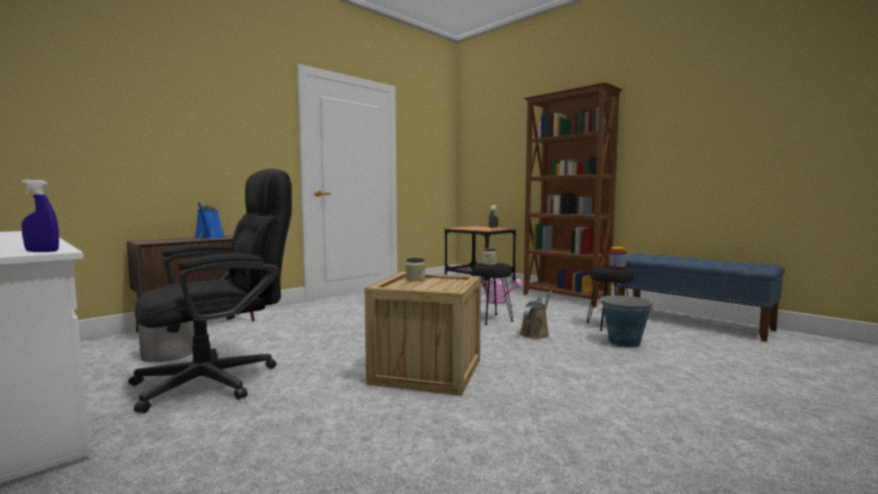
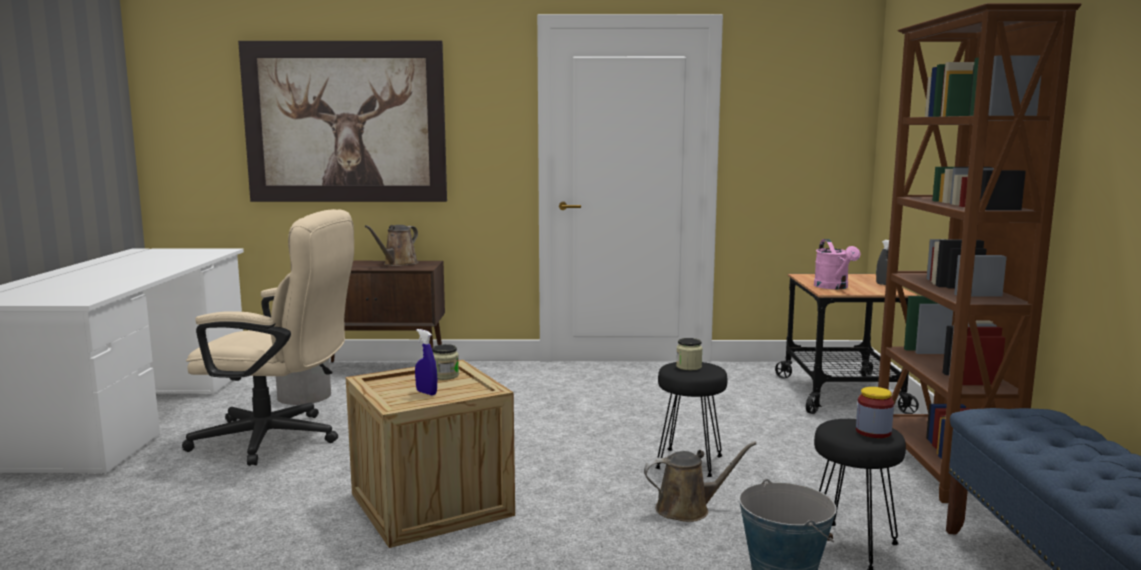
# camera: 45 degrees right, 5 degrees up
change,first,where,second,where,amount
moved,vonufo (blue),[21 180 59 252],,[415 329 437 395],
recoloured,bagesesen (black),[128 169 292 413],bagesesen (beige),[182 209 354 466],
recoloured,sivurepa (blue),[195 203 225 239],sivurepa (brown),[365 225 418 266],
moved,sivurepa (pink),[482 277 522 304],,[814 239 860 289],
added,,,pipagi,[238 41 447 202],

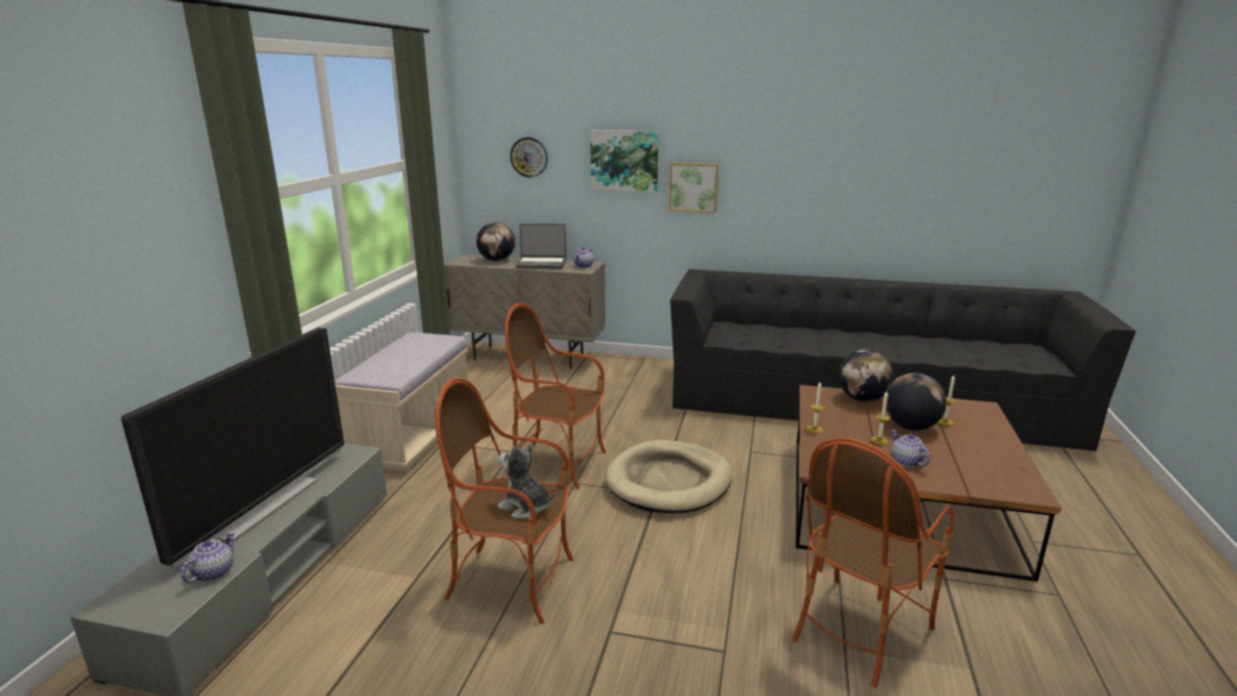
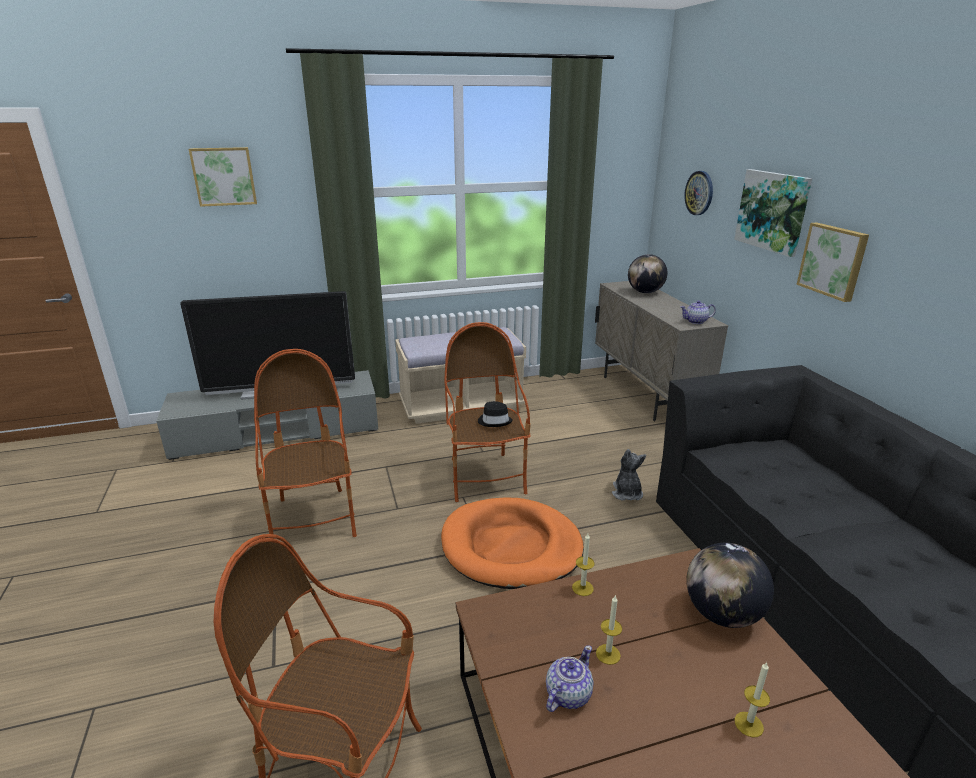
# camera: 60 degrees right, 5 degrees up
change,first,where,second,where,amount
removed,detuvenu,[181 531 235 583],,,
moved,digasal,[497 443 555 519],,[612 449 646 500],
removed,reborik,[515 224 566 269],,,
recoloured,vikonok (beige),[605 440 732 513],vikonok (orange),[441 498 584 589],
removed,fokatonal,[886 373 947 431],,,
added,,,pipagi,[189 147 257 207],
added,,,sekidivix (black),[478 401 513 427],

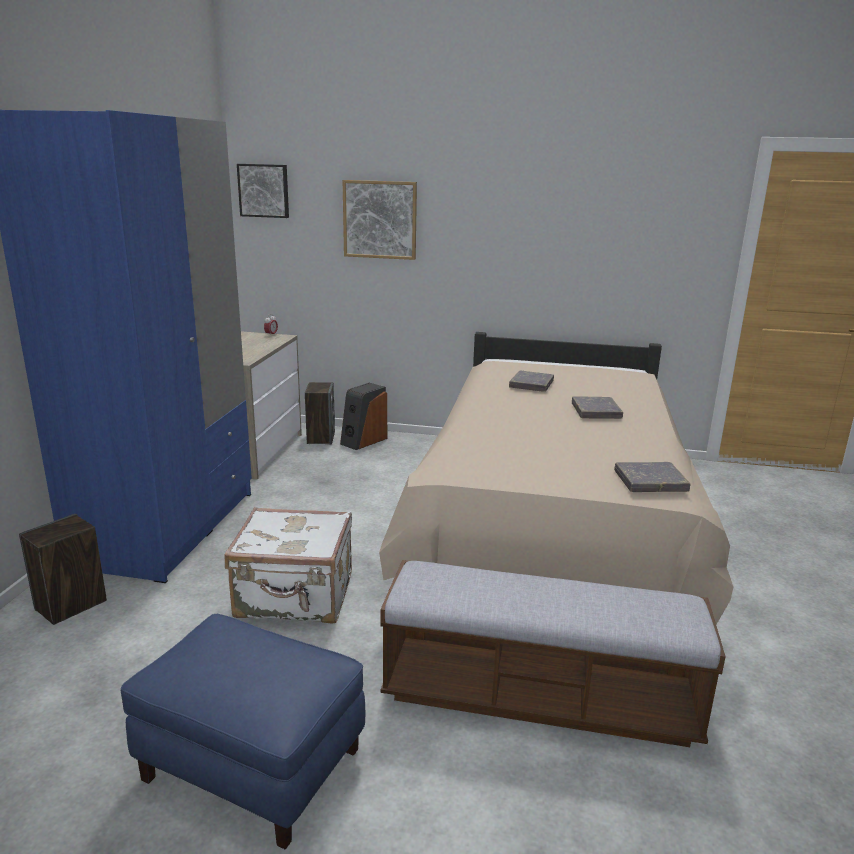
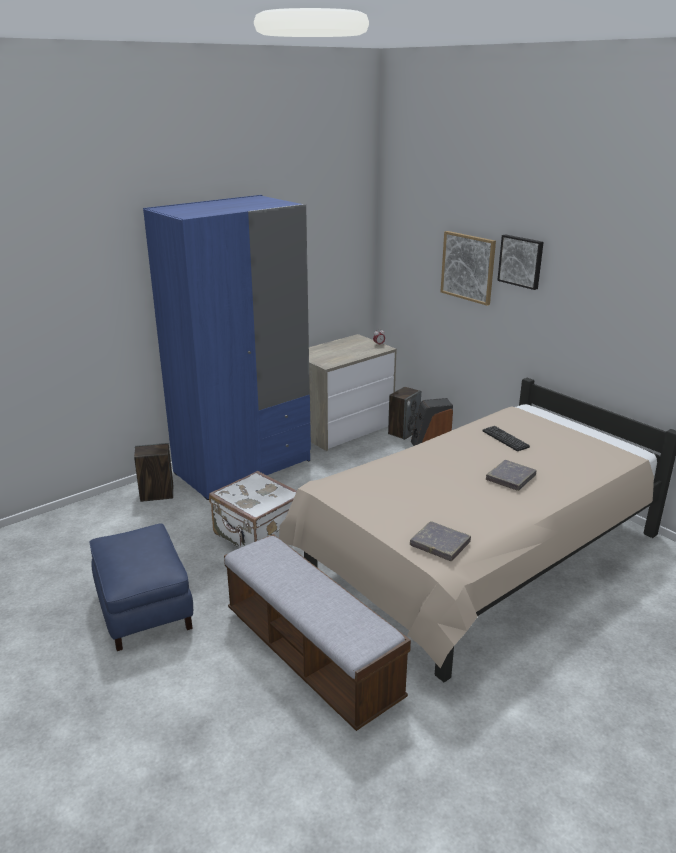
# camera: 40 degrees right, 5 degrees up
change,first,where,second,where,amount
moved,pipagi,[237 164 289 218],,[497 234 544 290],
replaced,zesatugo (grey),[509 371 554 392],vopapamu,[483 426 530 451],

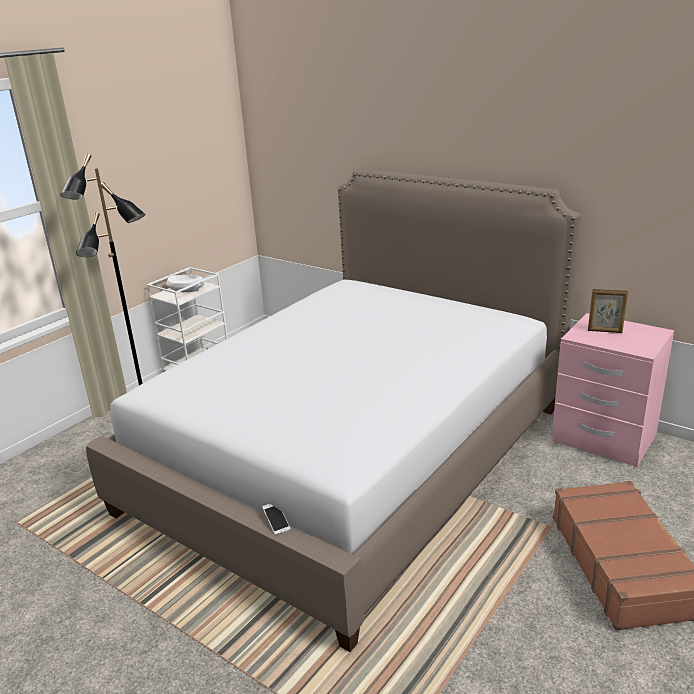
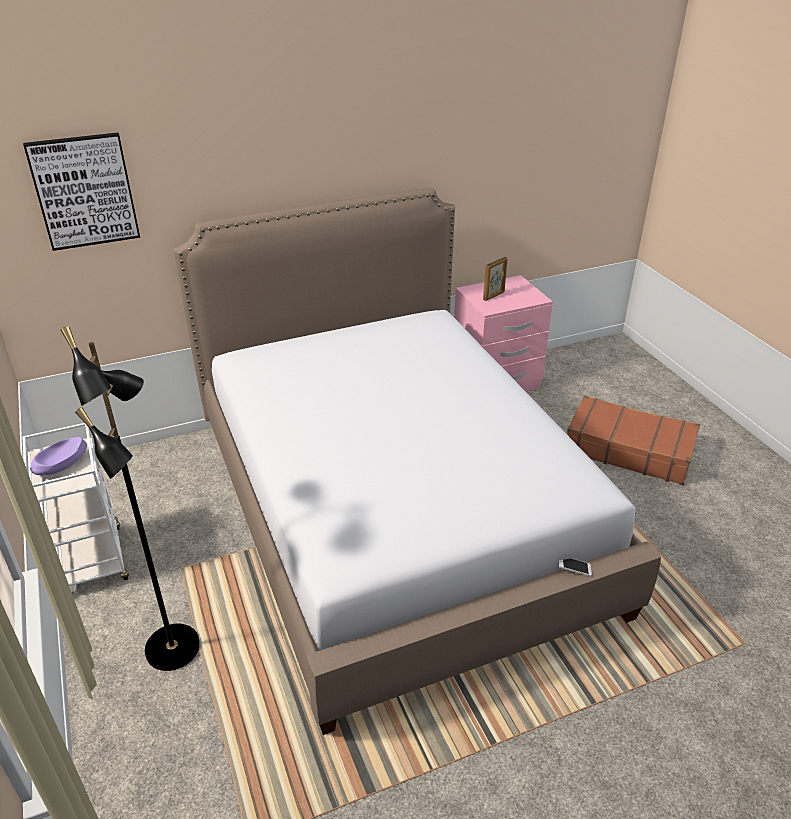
# camera: 60 degrees left, 10 degrees up
change,first,where,second,where,amount
recoloured,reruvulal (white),[166 275 205 292],reruvulal (purple),[30 437 87 476],
added,,,pipagi,[23 132 140 251],

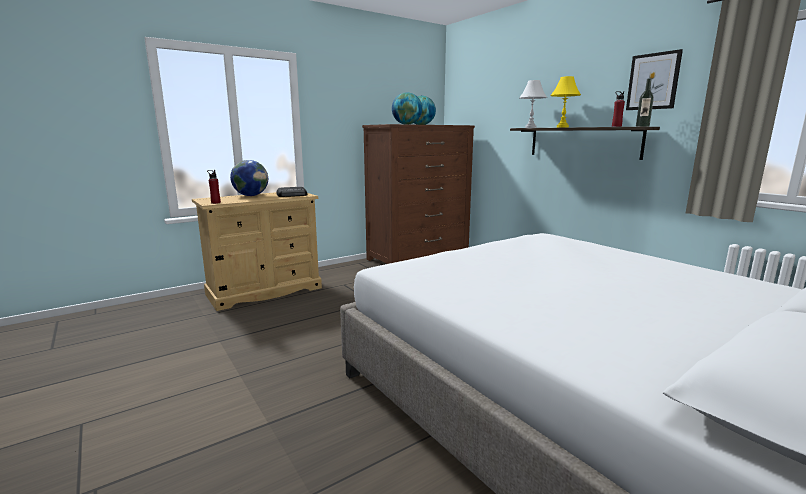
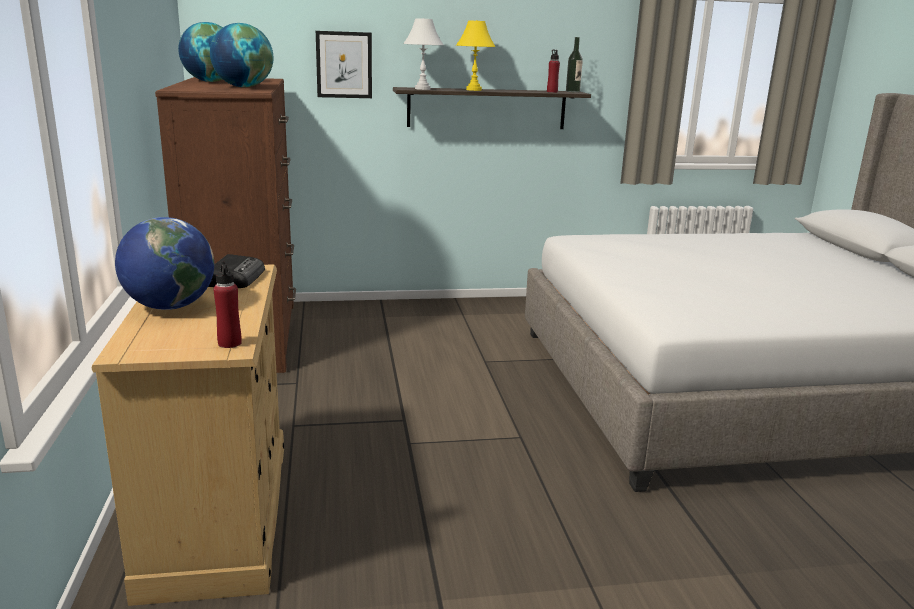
# camera: 65 degrees left, 5 degrees up
change,first,where,second,where,amount
moved,pipagi,[626 49 683 110],,[316 31 372 98],

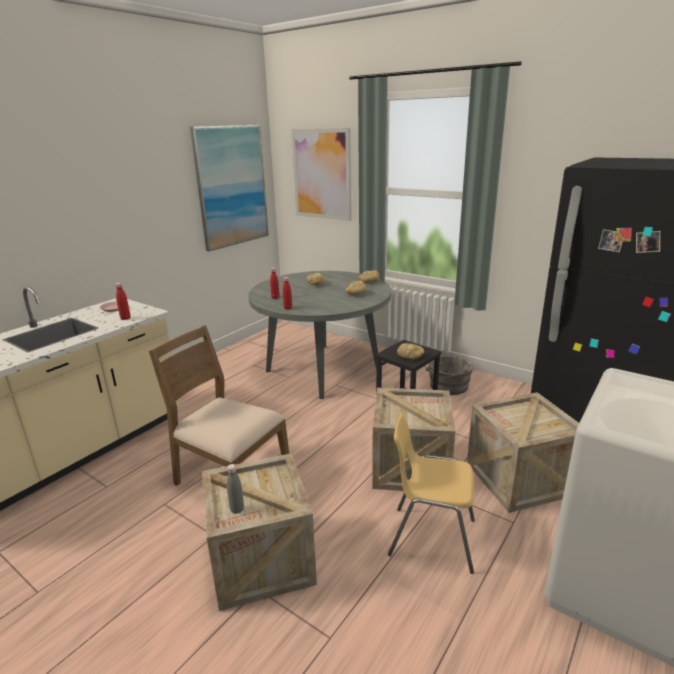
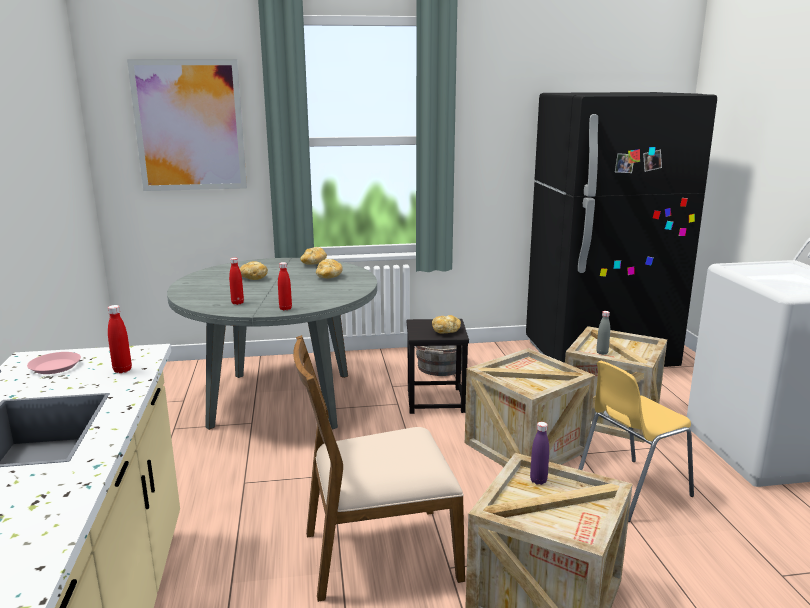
# camera: 45 degrees left, 5 degrees down
change,first,where,second,where,amount
removed,pipagi,[190 125 269 251],,,
moved,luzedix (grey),[227 464 244 514],,[596 311 610 355],
added,,,luzedix (purple),[530 422 549 485],

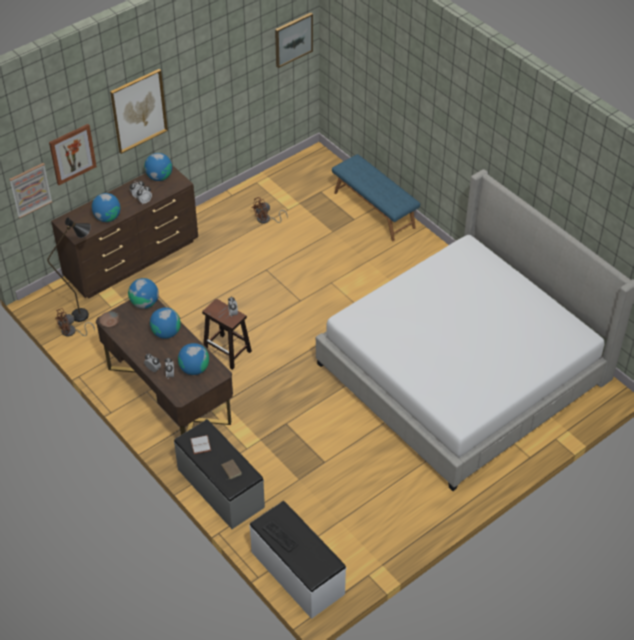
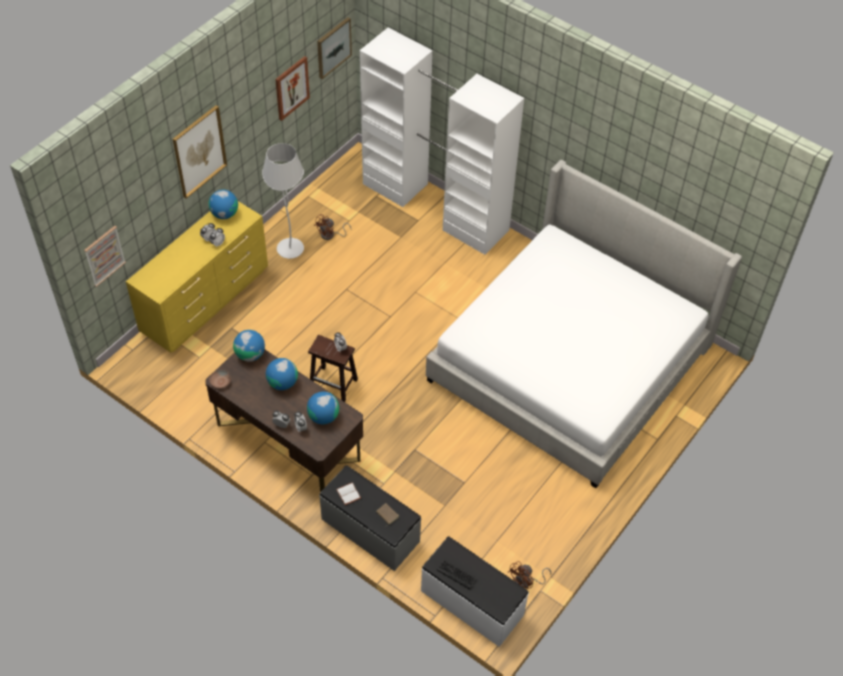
# camera: 15 degrees left, 5 degrees up
change,first,where,second,where,amount
removed,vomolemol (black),[47 218 91 322],,,
moved,pipagi,[49 124 97 185],,[275 56 310 121],
recoloured,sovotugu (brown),[51 165 198 299],sovotugu (yellow),[126 201 268 353],
moved,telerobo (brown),[55 308 95 336],,[508 561 551 589],
removed,fokatonal,[92 193 120 222],,,
replaced,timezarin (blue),[332 154 420 241],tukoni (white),[360 28 524 255],
added,,,vomolemol (white),[262 143 304 259],

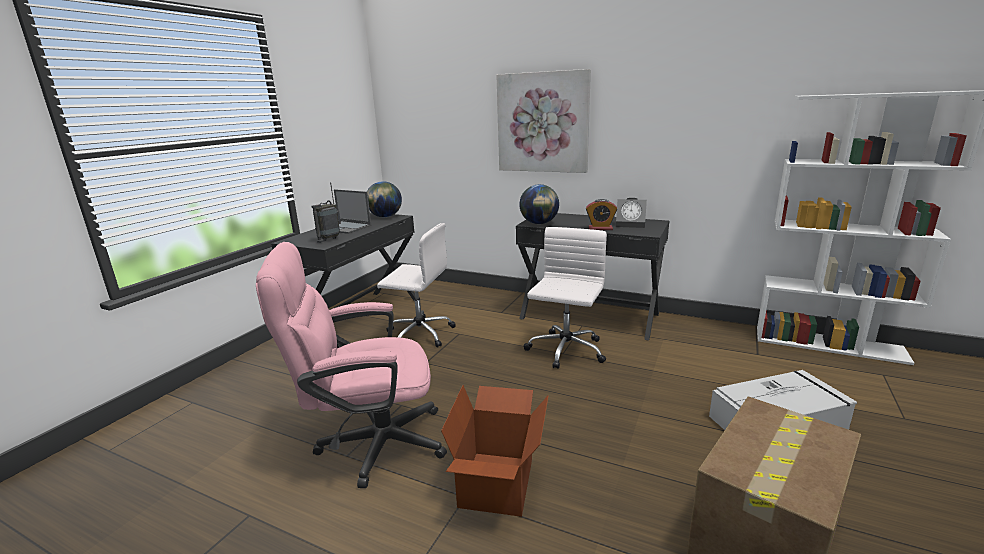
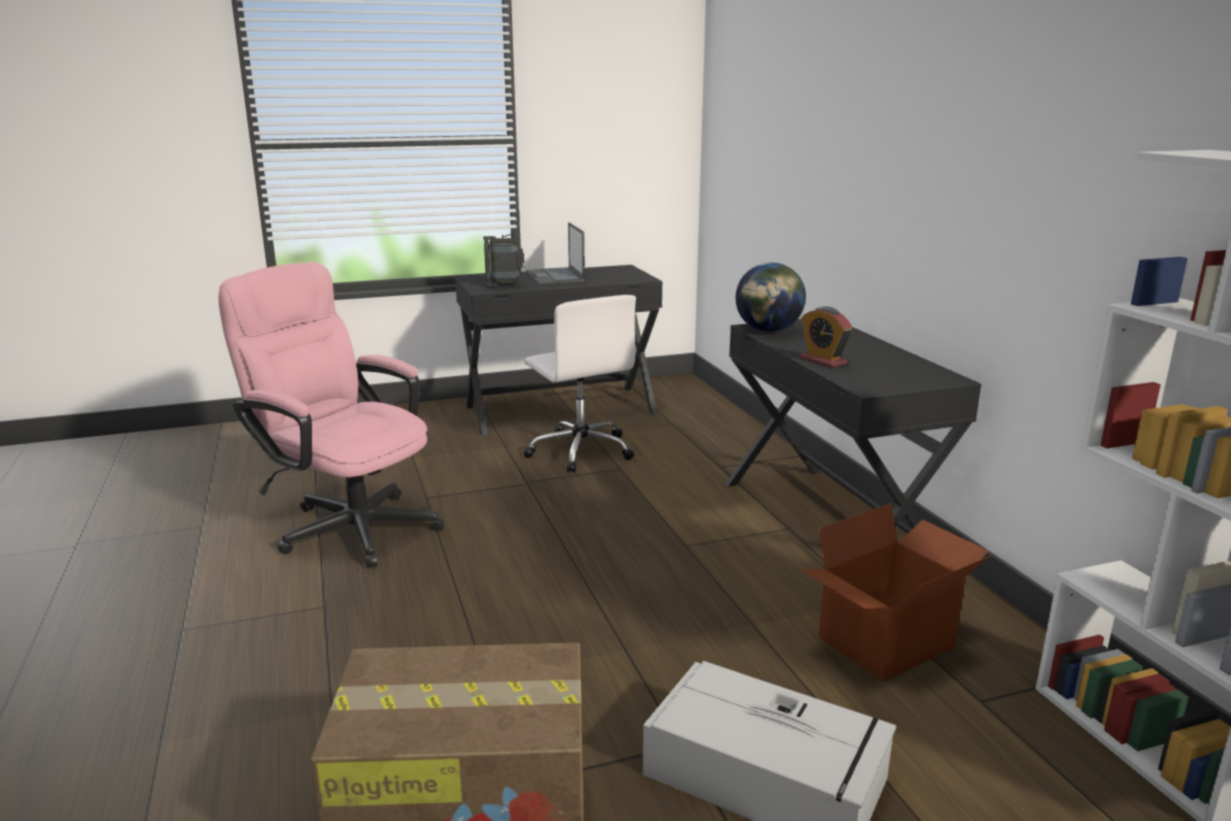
# camera: 45 degrees right, 0 degrees up
change,first,where,second,where,amount
removed,fokatonal,[367 181 402 217],,,
moved,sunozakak,[441 385 549 517],,[800 503 991 682],
removed,pipagi,[496 69 591 173],,,
removed,bagesesen (white),[524 227 607 369],,,
removed,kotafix,[616 198 647 228],,,

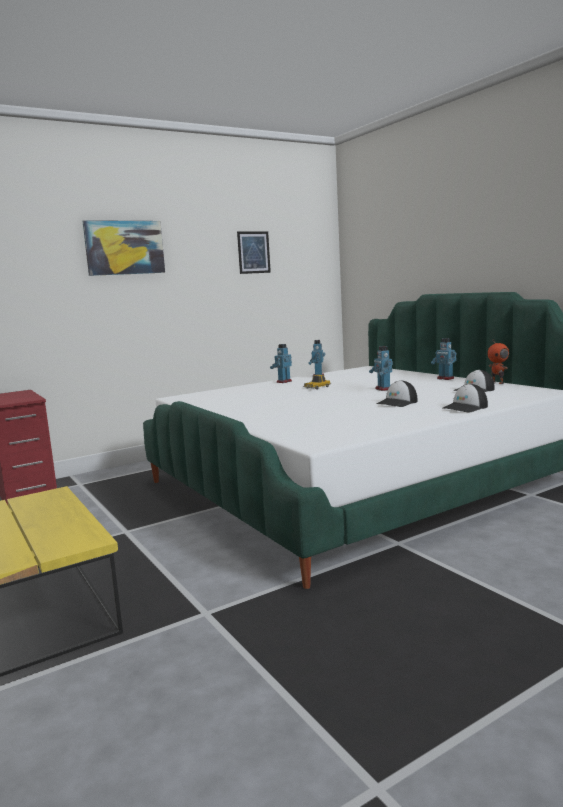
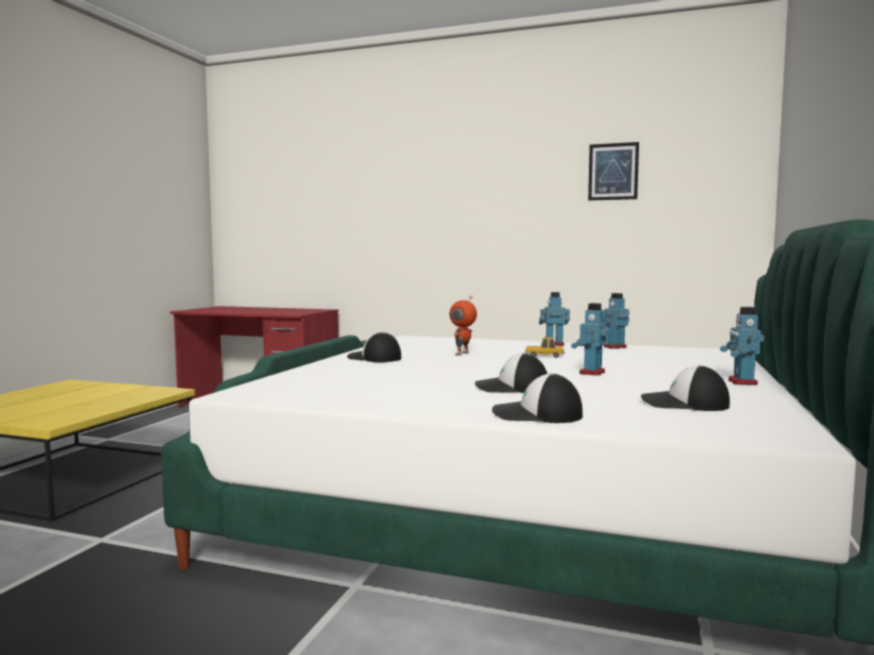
# camera: 50 degrees right, 5 degrees down
change,first,where,second,where,amount
removed,pipagi,[82 220 165 276],,,
moved,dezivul,[488 339 509 384],,[450 295 477 356],
added,,,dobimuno,[347 332 401 362],

